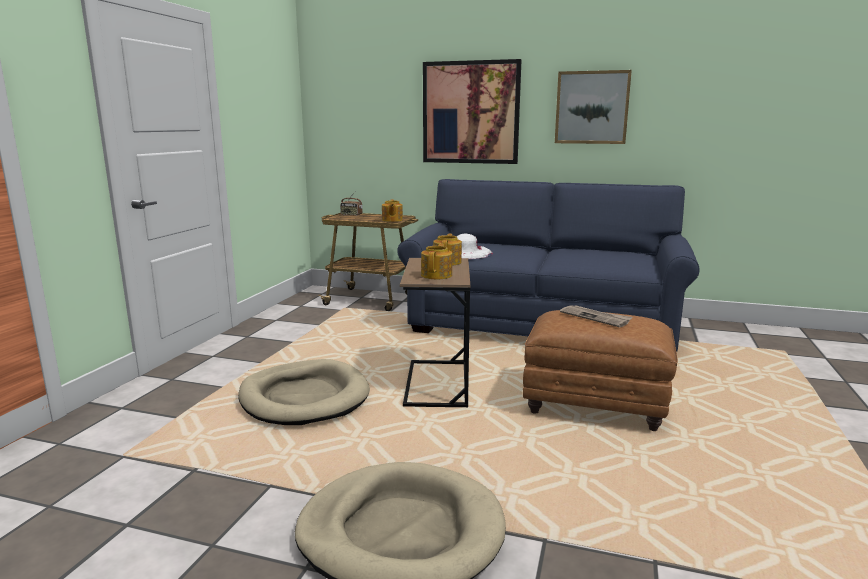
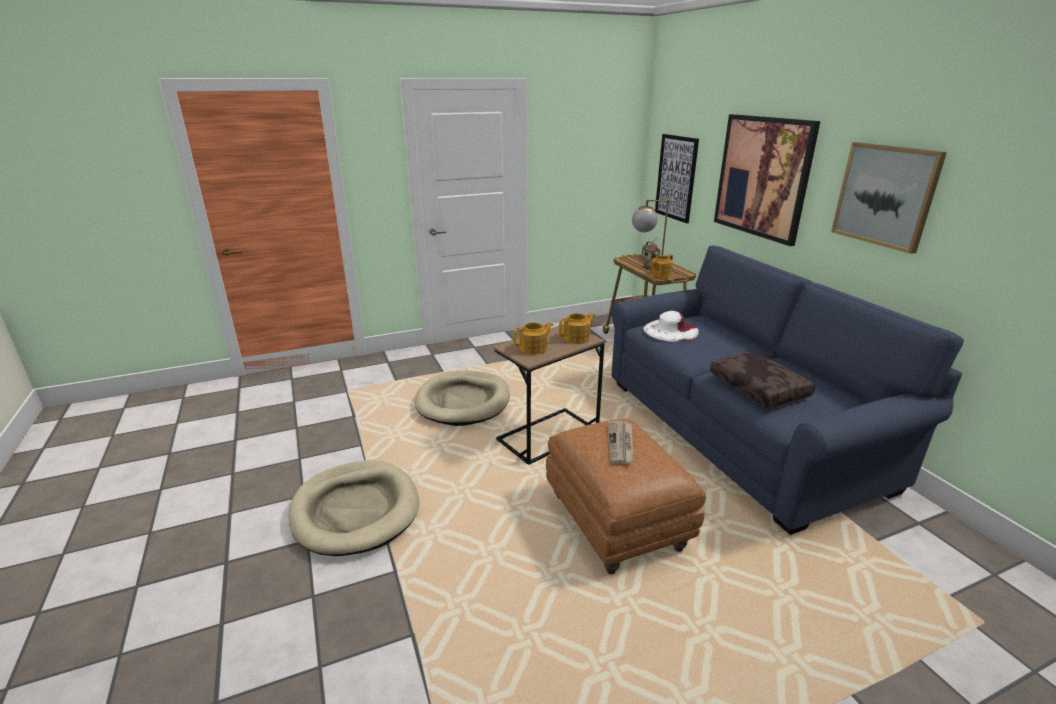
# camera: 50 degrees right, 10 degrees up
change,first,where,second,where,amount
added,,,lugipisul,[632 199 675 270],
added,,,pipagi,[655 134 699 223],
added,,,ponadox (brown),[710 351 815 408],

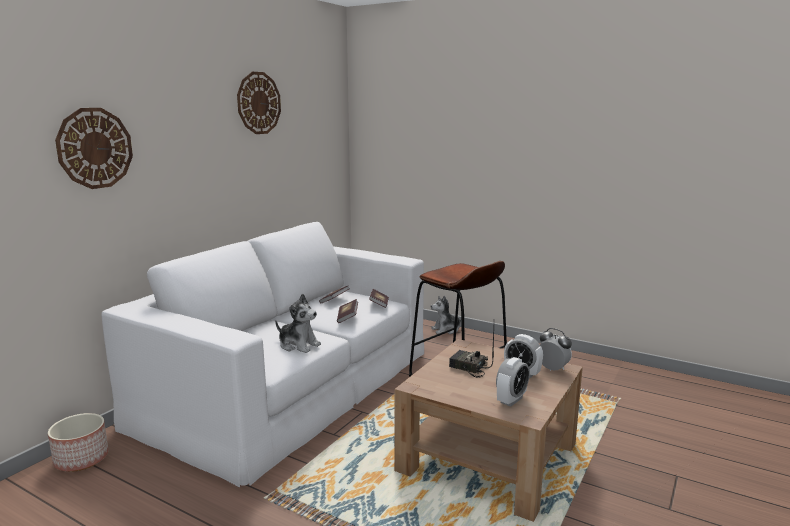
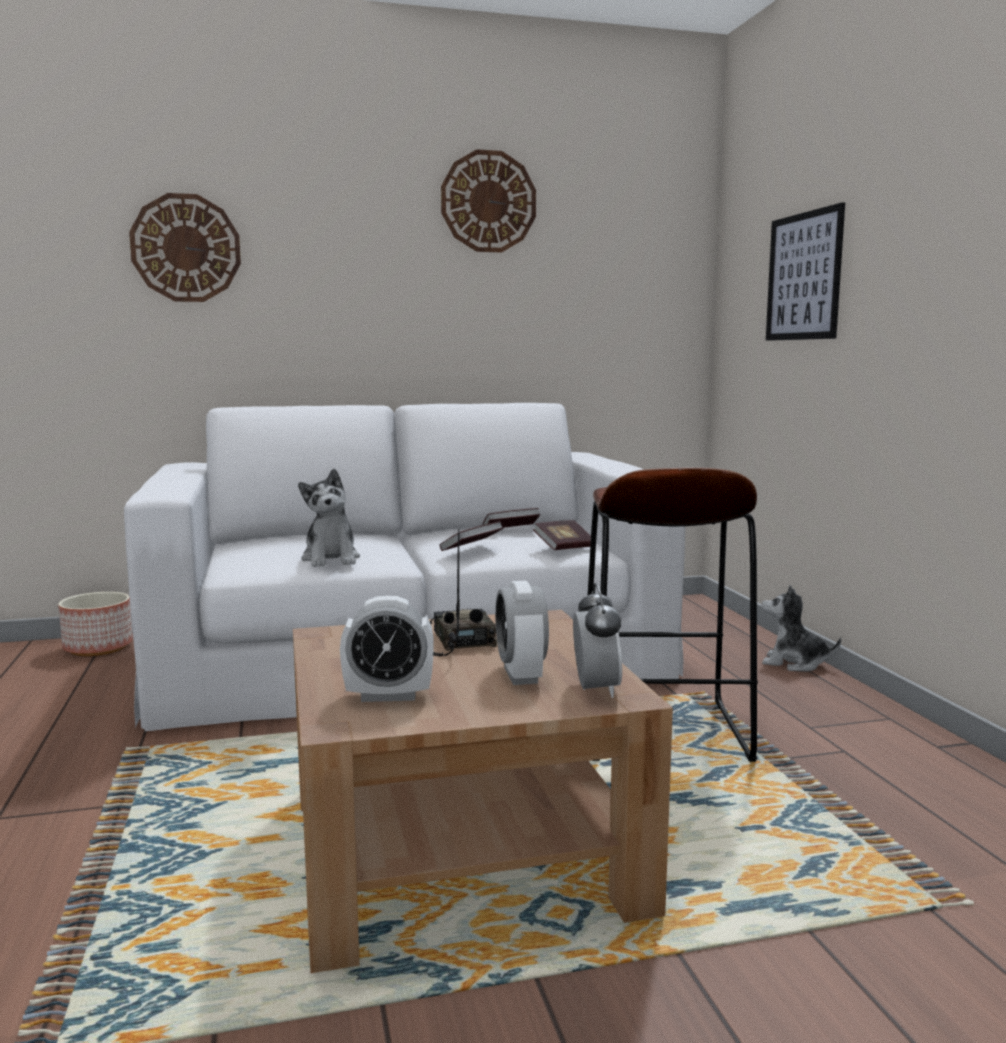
# camera: 45 degrees right, 5 degrees down
change,first,where,second,where,amount
added,,,pipagi,[766 202 845 341],

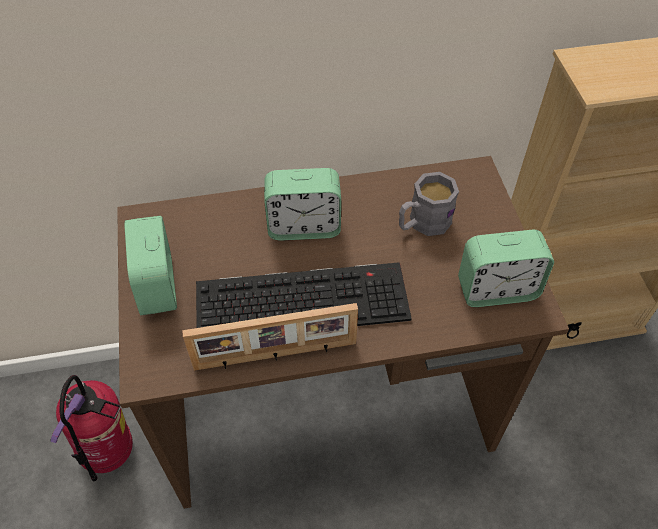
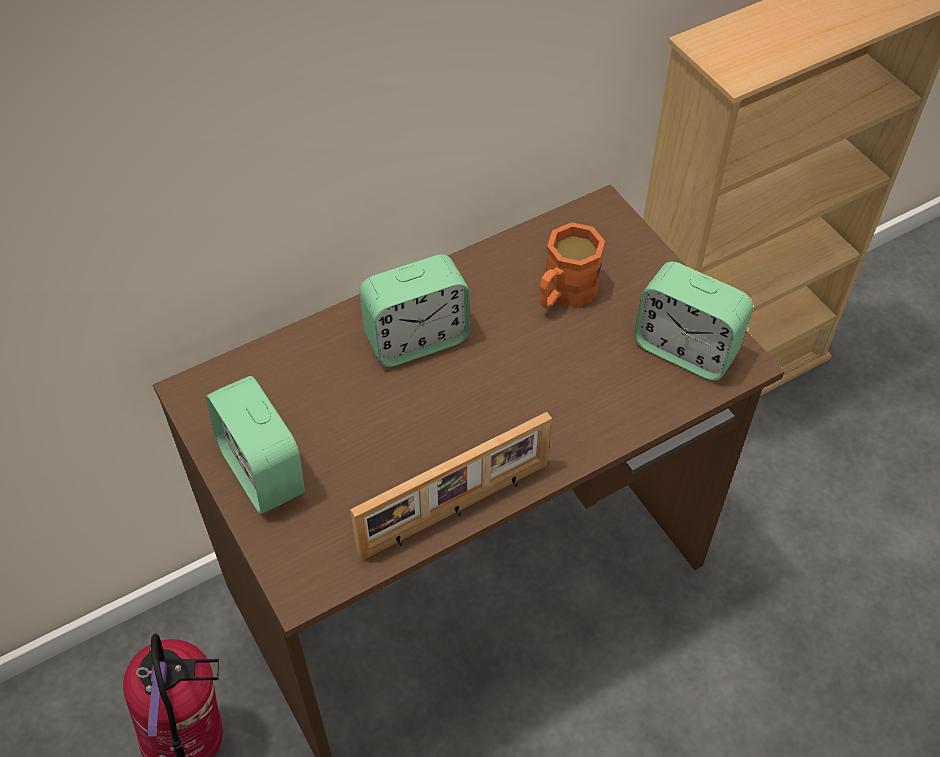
# camera: 20 degrees left, 0 degrees up
change,first,where,second,where,amount
removed,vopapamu,[196 262 412 328],,,
recoloured,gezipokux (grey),[399 172 459 236],gezipokux (orange),[540 222 605 309],
turned,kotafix,[458 230 554 307],,[634 262 753 381],60 degrees clockwise

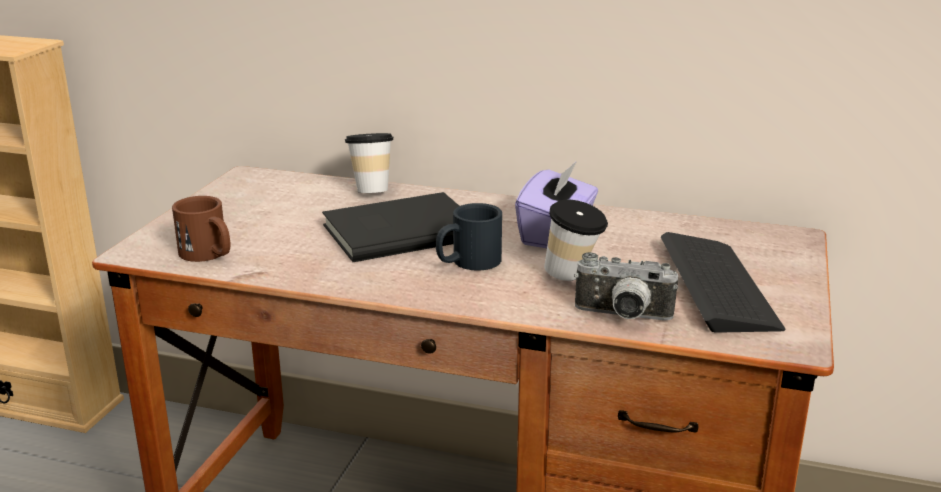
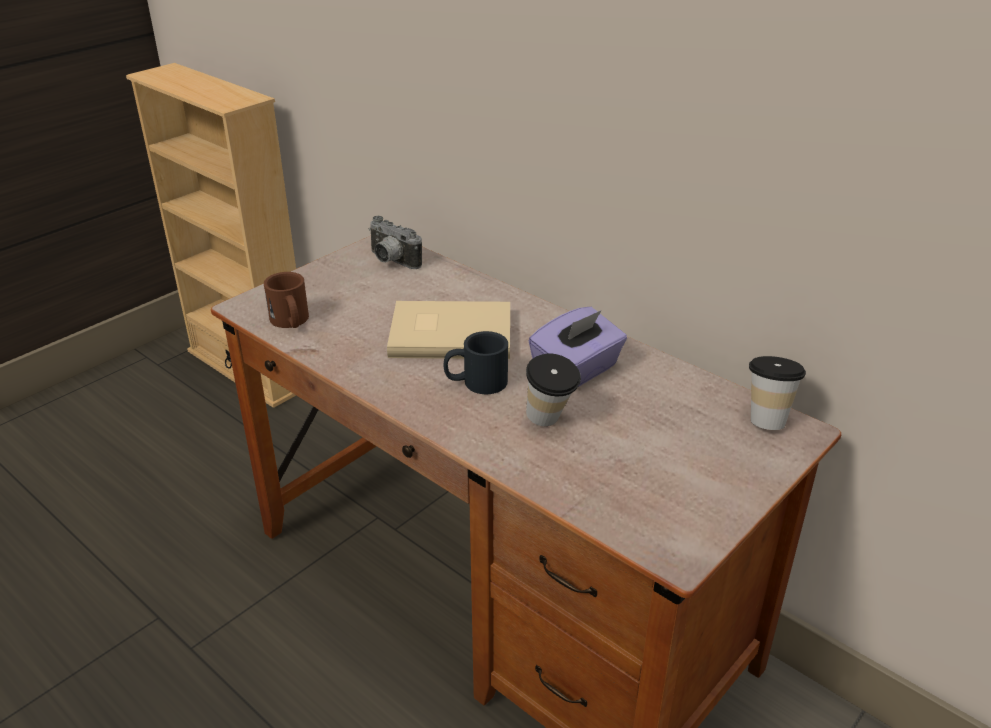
# camera: 25 degrees right, 10 degrees up
change,first,where,second,where,amount
recoloured,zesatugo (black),[322 192 459 262],zesatugo (beige),[387 301 510 359],
moved,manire,[345 133 393 193],,[749 356 806 430],
moved,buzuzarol,[574 252 678 321],,[369 216 422 269],
removed,vopapamu,[661 232 785 333],,,

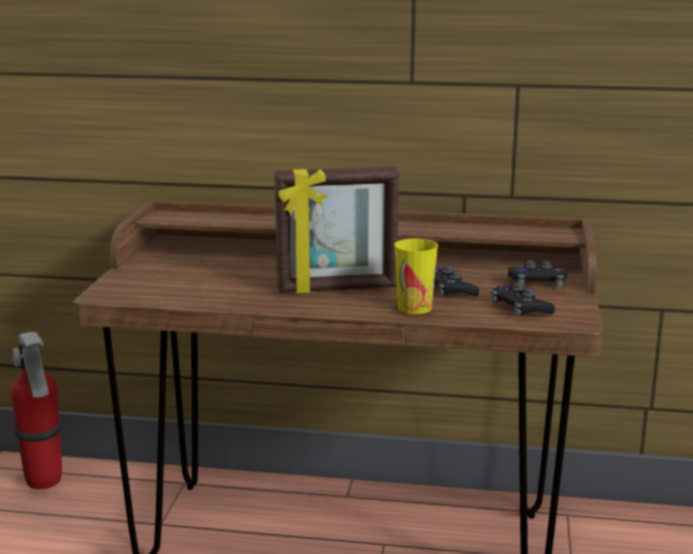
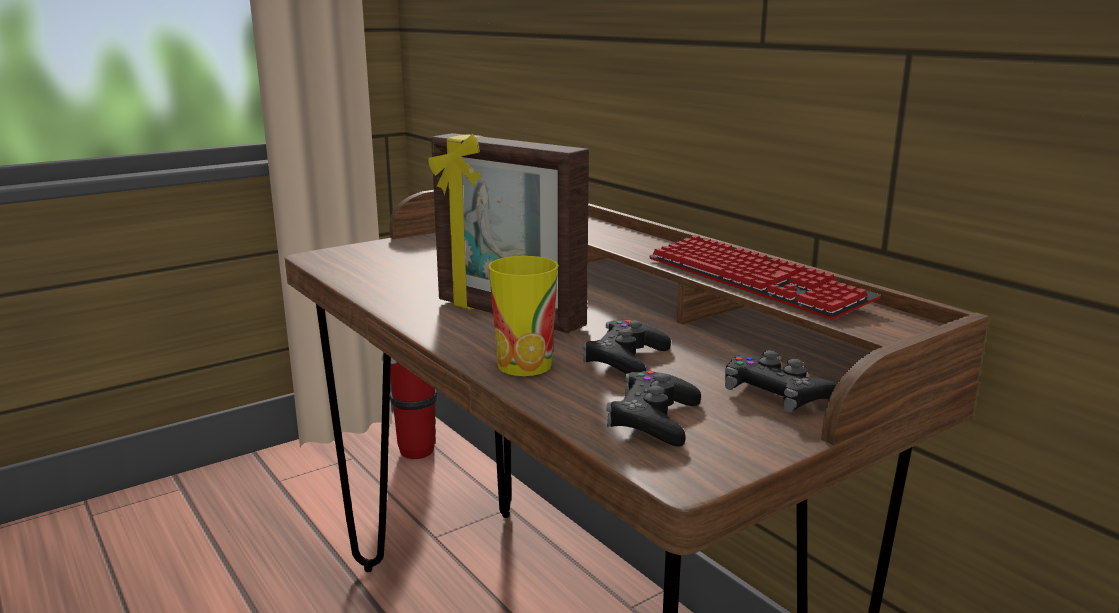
# camera: 45 degrees right, 0 degrees up
change,first,where,second,where,amount
added,,,vopapamu,[649 235 881 319],

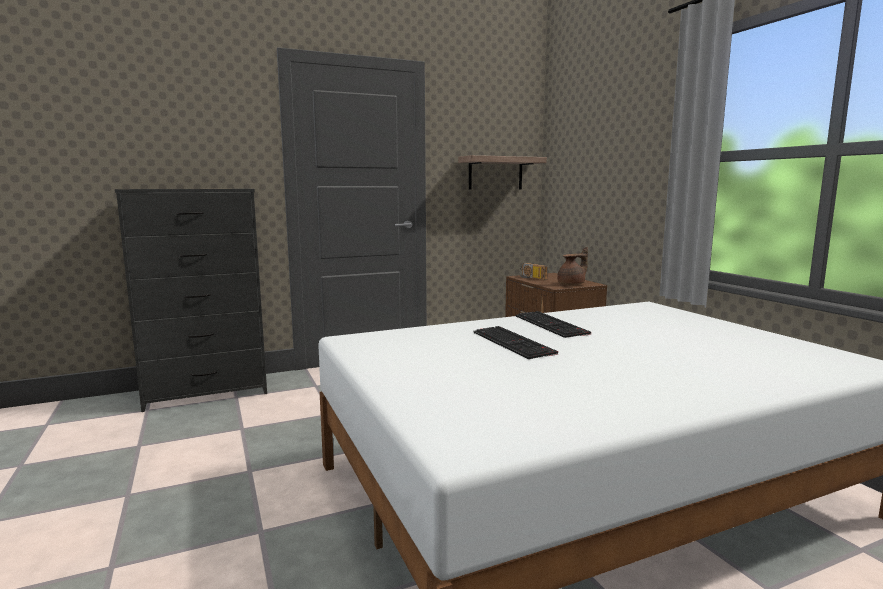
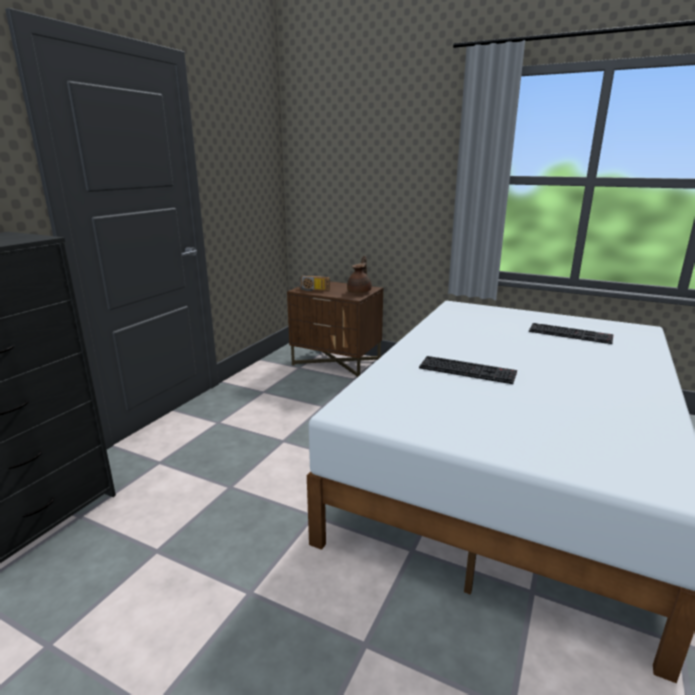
# camera: 40 degrees left, 10 degrees up
change,first,where,second,where,amount
removed,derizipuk,[458 155 547 190],,,
moved,vopapamu,[516 311 591 338],,[529 323 614 344],

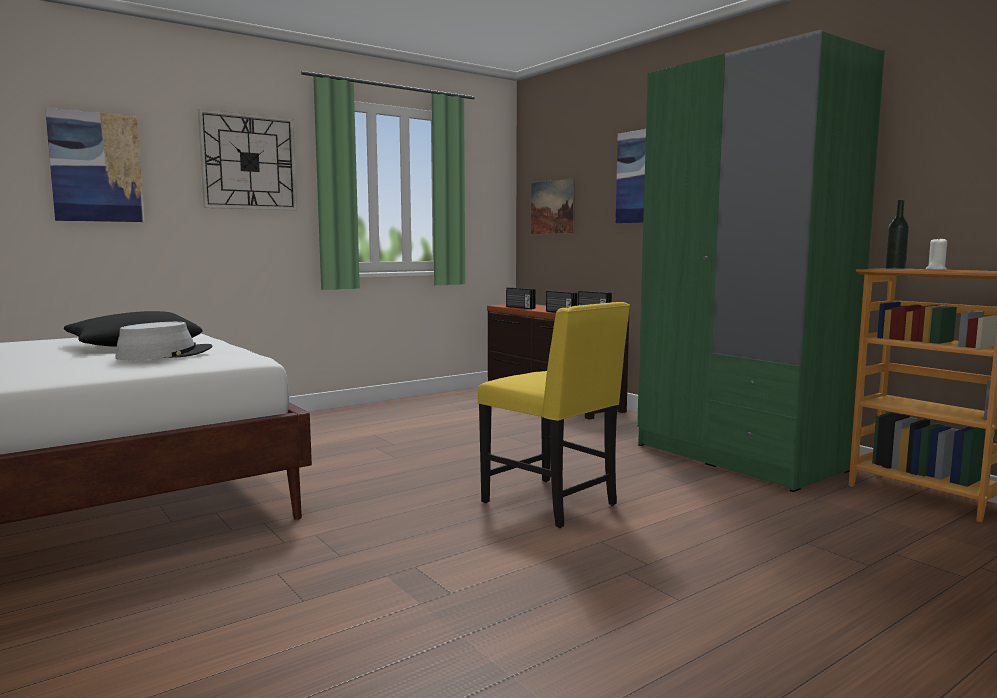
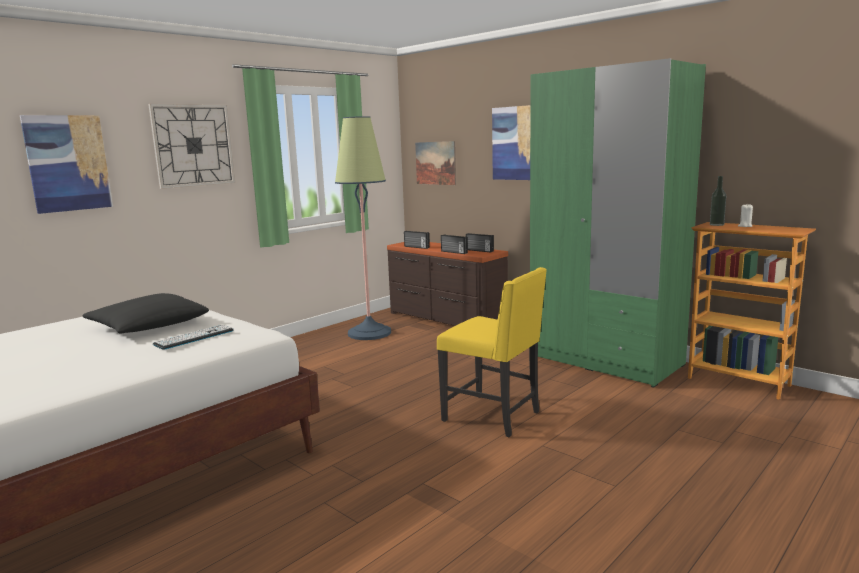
# camera: 10 degrees left, 5 degrees up
change,first,where,second,where,amount
replaced,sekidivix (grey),[115 322 213 360],vopapamu,[153 325 234 350],
added,,,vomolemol,[335 116 391 340],

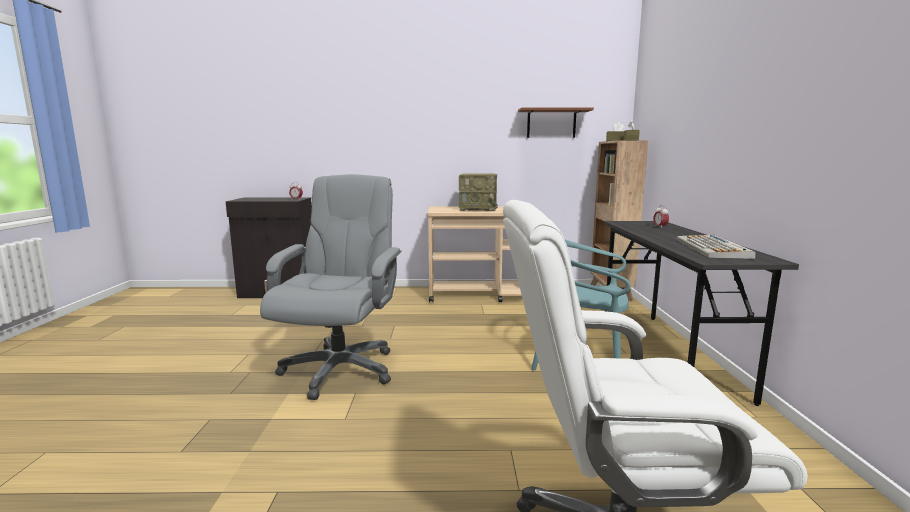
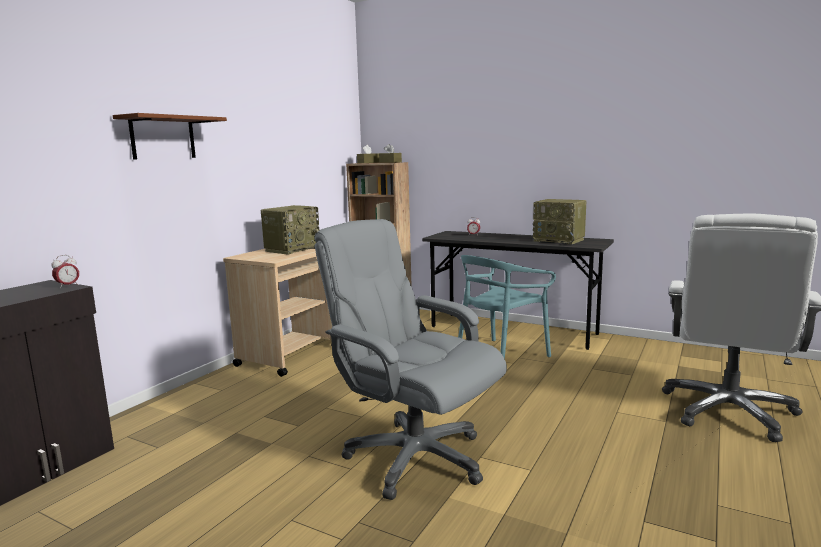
# camera: 60 degrees left, 0 degrees up
change,first,where,second,where,amount
moved,derizipuk (brown),[518 107 594 138],,[113 113 227 160],
replaced,vopapamu,[677 235 756 259],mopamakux,[533 199 587 244],

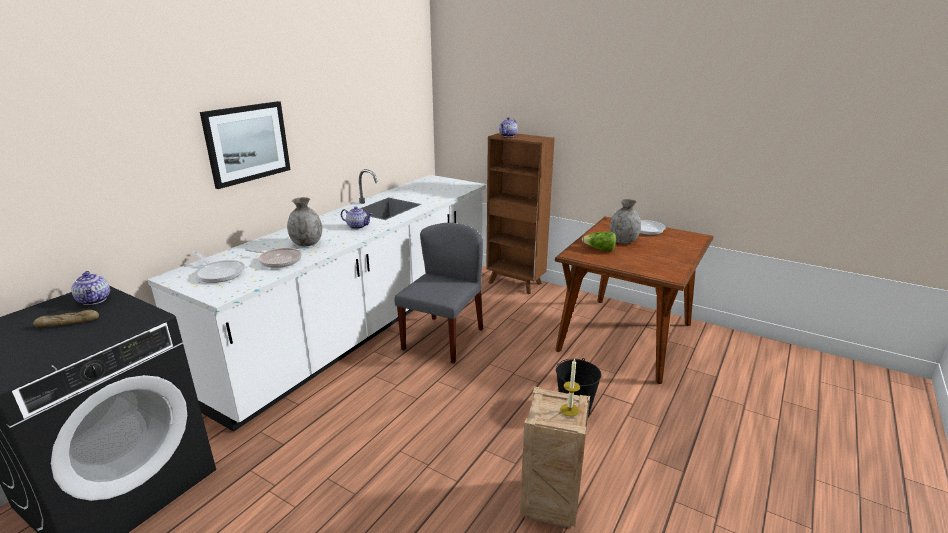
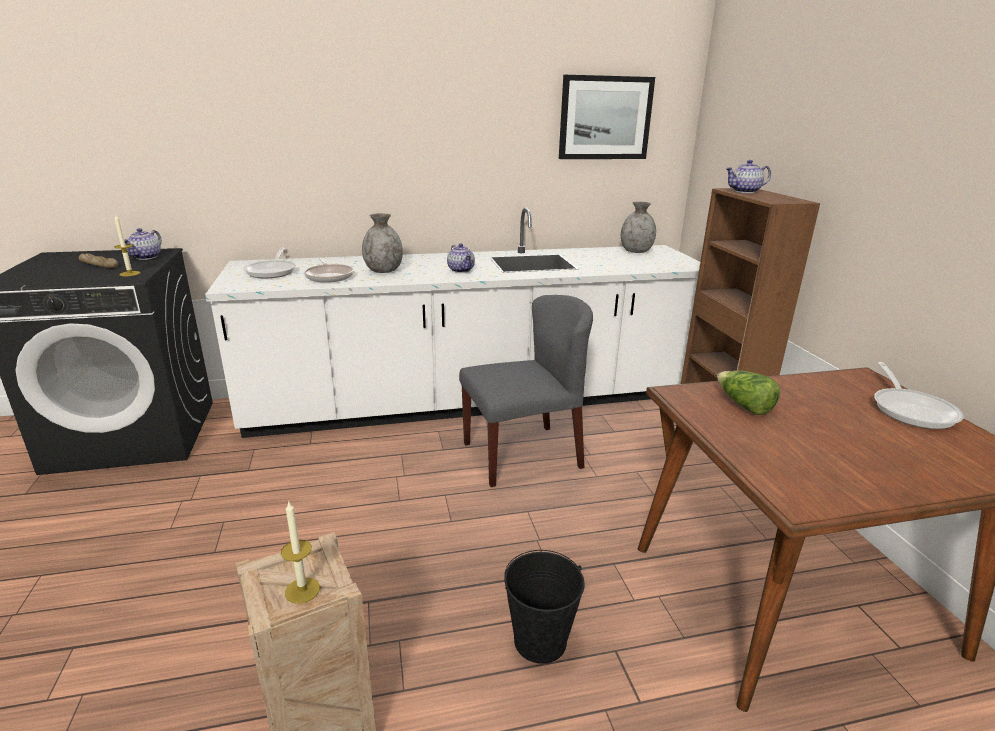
# camera: 45 degrees right, 0 degrees up
change,first,where,second,where,amount
moved,pipagi,[200 101 291 189],,[559 75 655 159],
moved,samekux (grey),[610 199 641 244],,[621 201 656 253],
added,,,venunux,[114 214 141 276],

